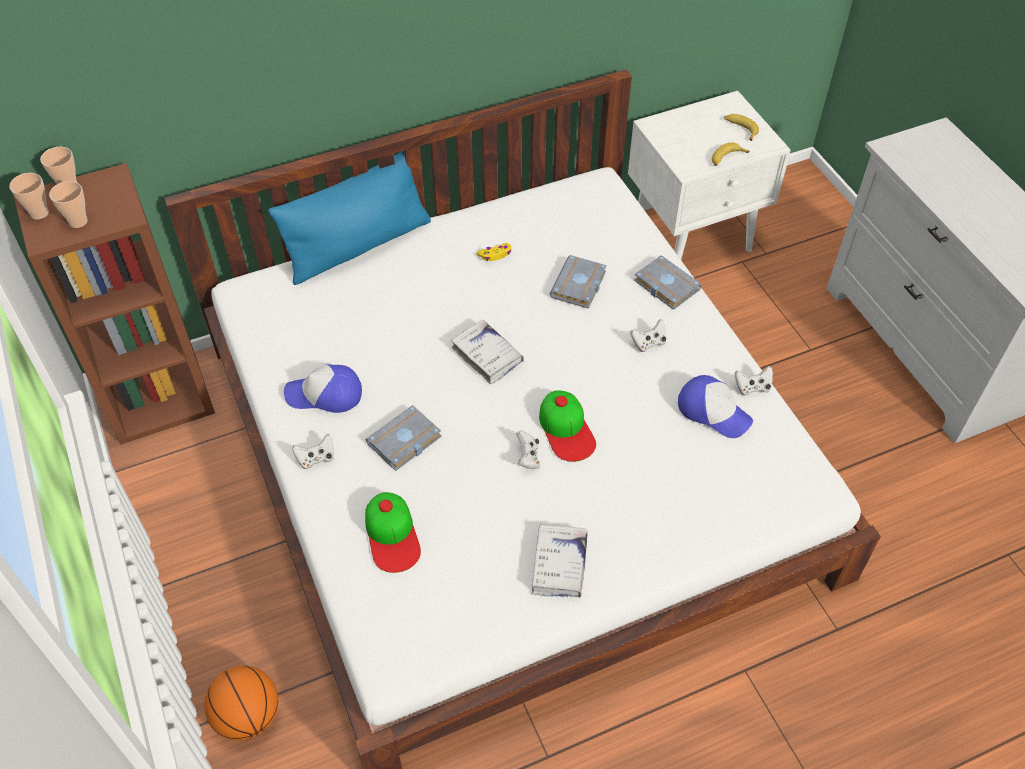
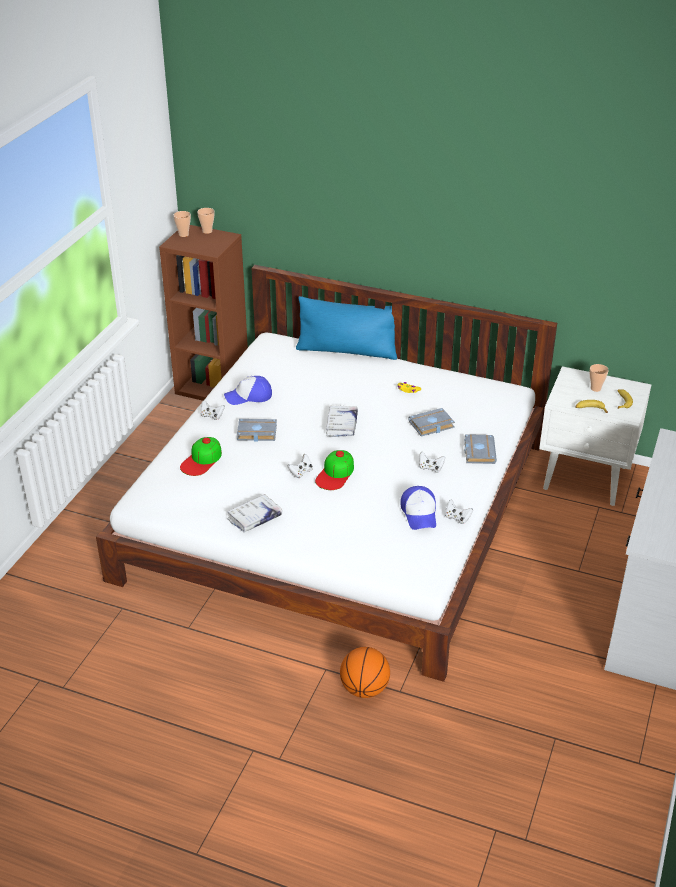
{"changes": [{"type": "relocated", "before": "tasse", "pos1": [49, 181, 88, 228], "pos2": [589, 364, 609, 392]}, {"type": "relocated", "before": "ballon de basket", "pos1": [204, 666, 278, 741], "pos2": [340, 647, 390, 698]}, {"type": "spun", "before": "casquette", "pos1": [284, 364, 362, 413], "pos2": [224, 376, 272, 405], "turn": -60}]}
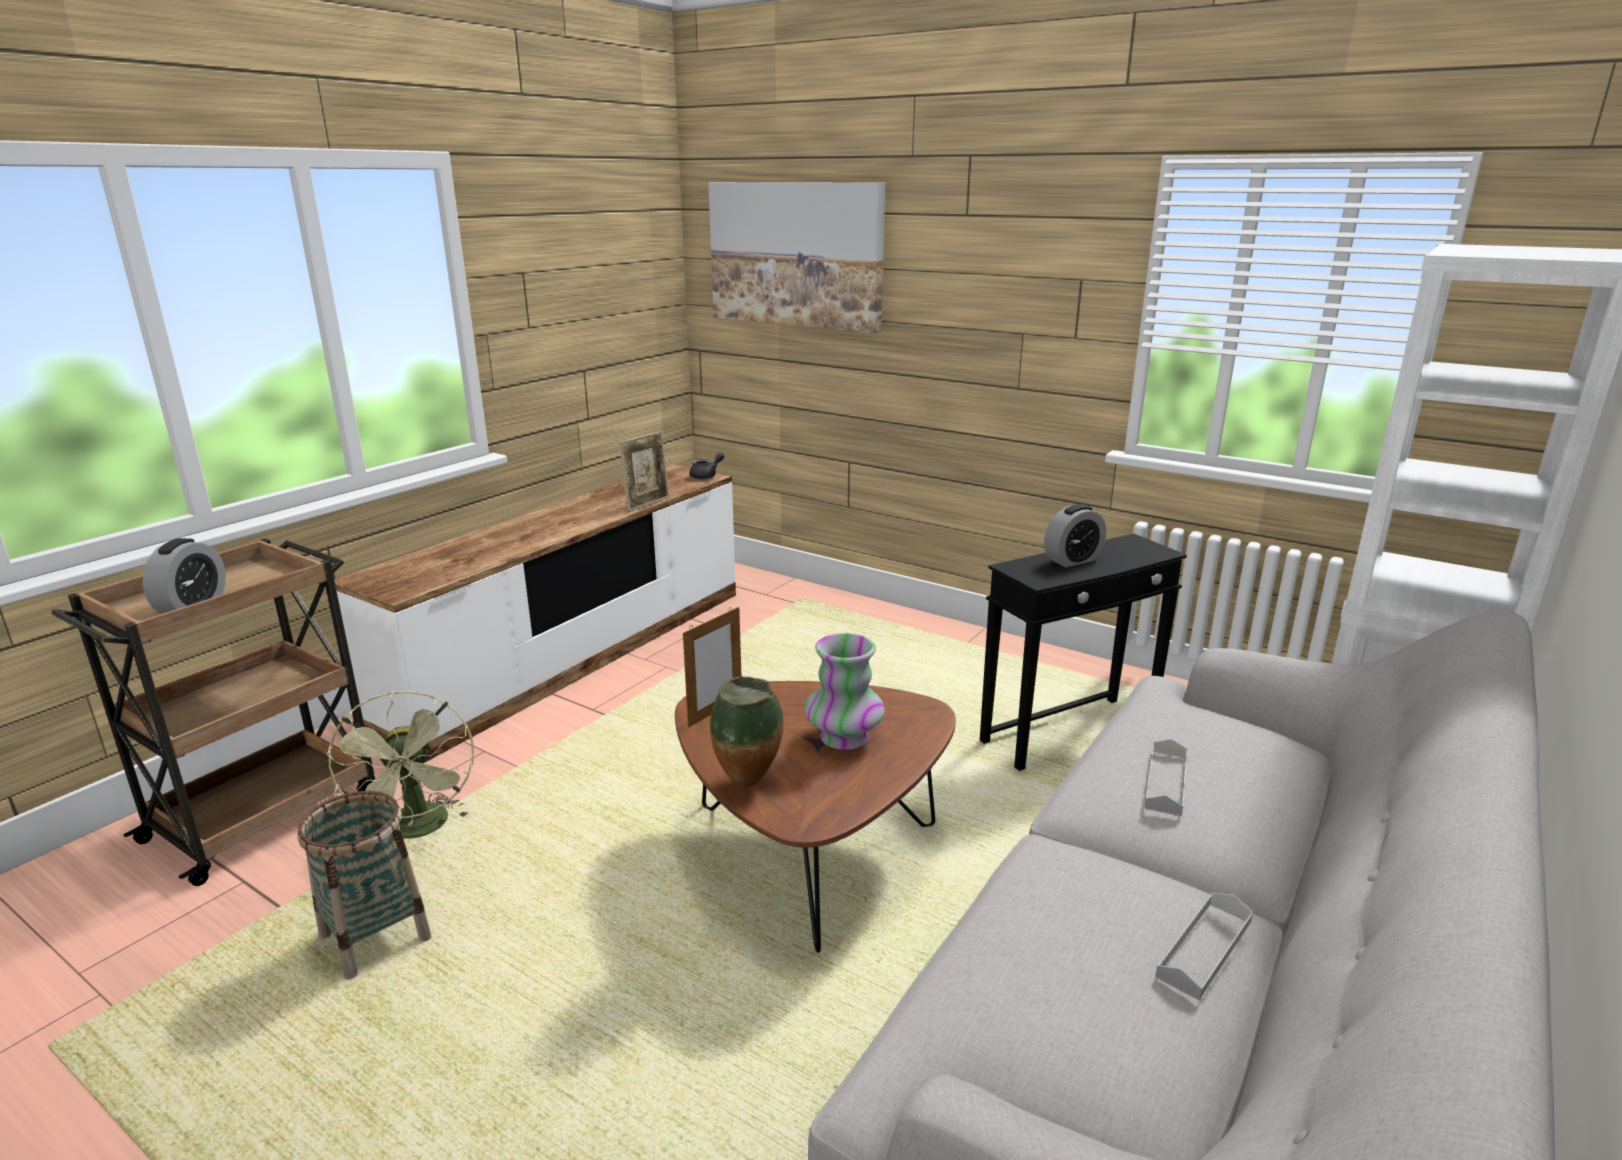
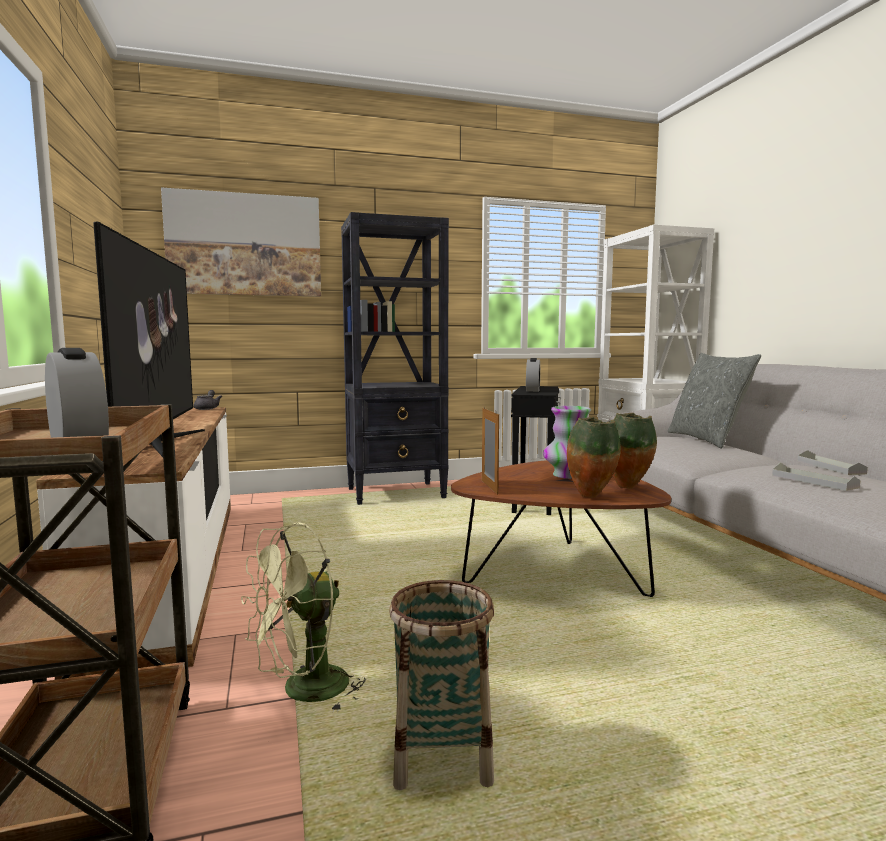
{"changes": [{"type": "spun", "before": "ventilateur (vert)", "pos1": [327, 691, 474, 839], "pos2": [241, 522, 366, 713], "turn": 120}, {"type": "missing", "before": "cadre photo", "pos1": [619, 431, 669, 512]}, {"type": "relocated", "before": "plateau (gris)", "pos1": [1144, 739, 1188, 816], "pos2": [772, 463, 860, 491]}, {"type": "appeared", "after": "téléviseur", "pos2": [93, 221, 205, 457]}, {"type": "appeared", "after": "bibliothèque (noir)", "pos2": [341, 212, 449, 505]}, {"type": "appeared", "after": "vase", "pos2": [613, 413, 657, 489]}, {"type": "appeared", "after": "coussin (gris)", "pos2": [668, 353, 761, 449]}]}
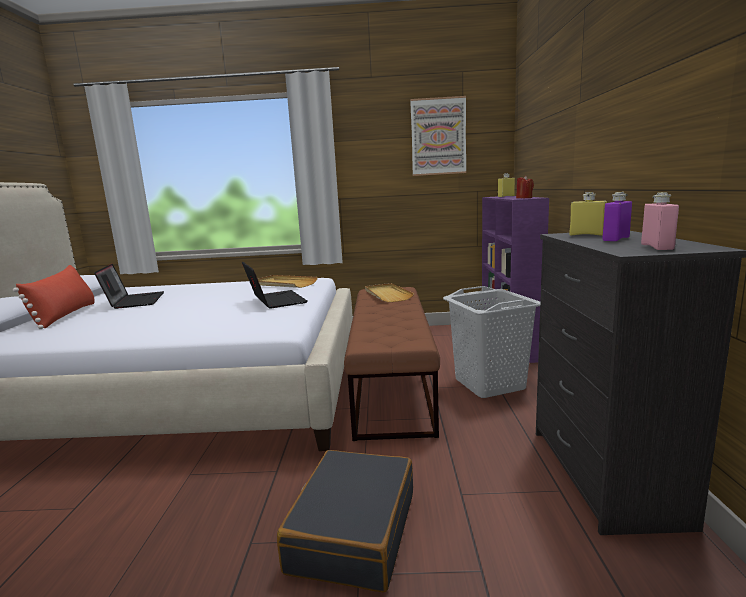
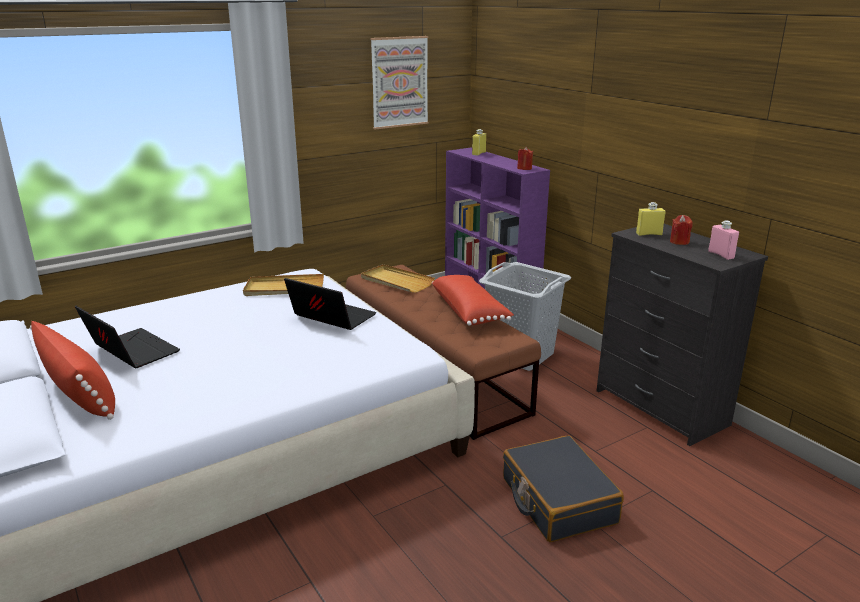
{"changes": [{"type": "exchanged", "before": "bouteille (violet)", "after": "bougie (rouge)", "pos1": [603, 192, 632, 241], "pos2": [670, 215, 693, 245]}, {"type": "appeared", "after": "coussin (rouge)", "pos2": [432, 275, 514, 326]}]}
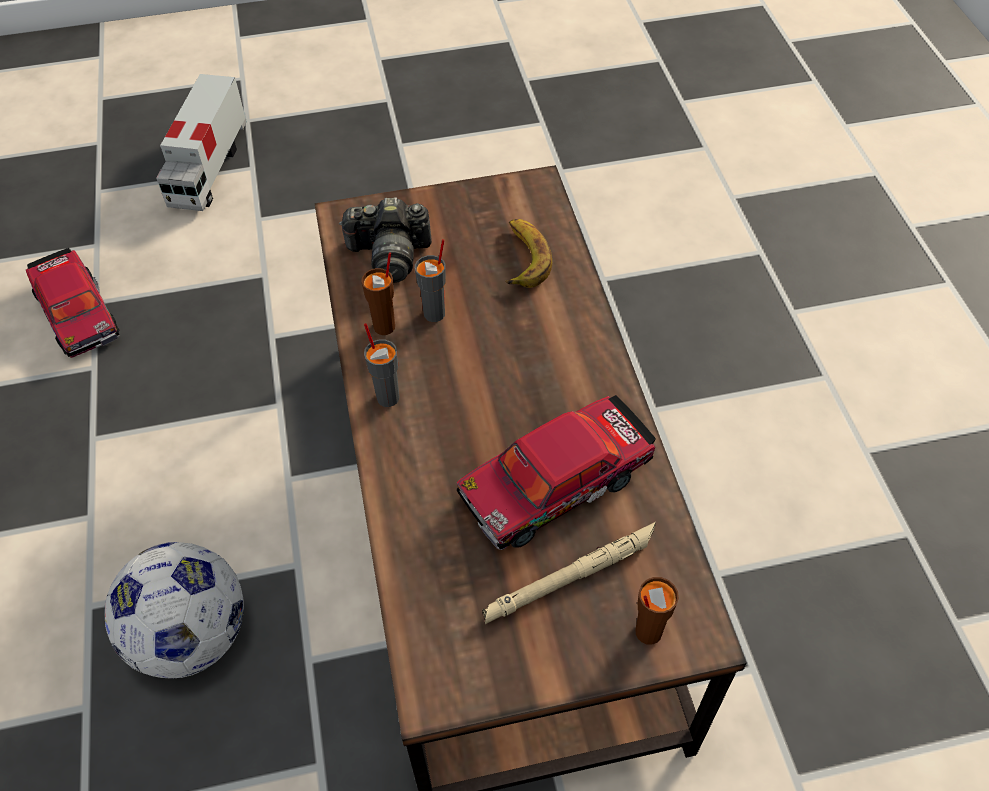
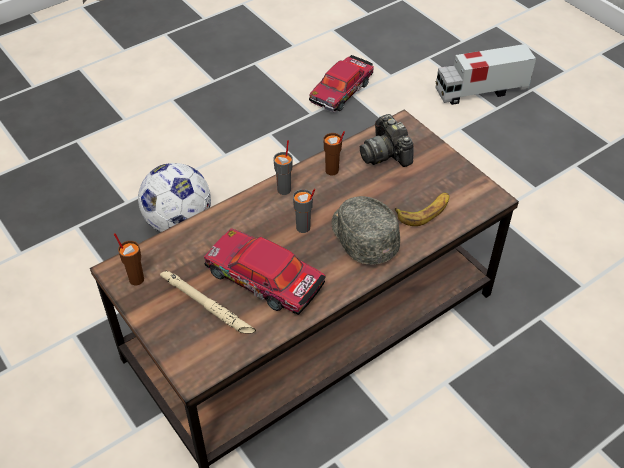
{"changes": [{"type": "relocated", "before": "tasse (gris)", "pos1": [415, 239, 446, 322], "pos2": [293, 188, 315, 233]}, {"type": "relocated", "before": "tasse (marron)", "pos1": [635, 577, 679, 645], "pos2": [114, 233, 144, 285]}, {"type": "appeared", "after": "casquette (gris)", "pos2": [332, 196, 400, 265]}]}
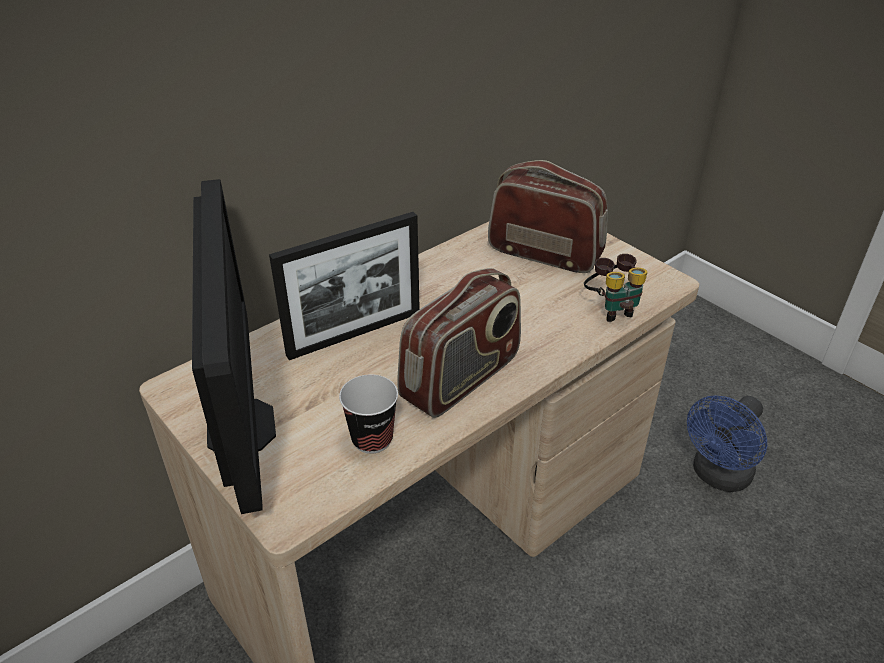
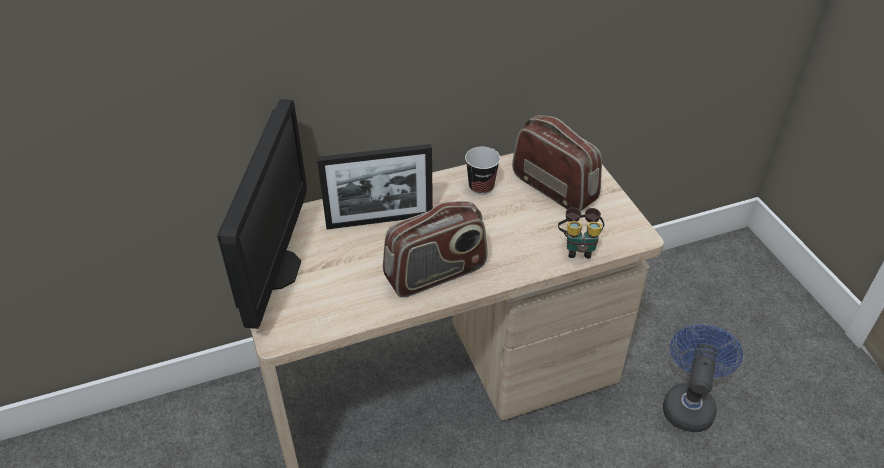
{"changes": [{"type": "relocated", "before": "tasse", "pos1": [339, 375, 398, 454], "pos2": [465, 147, 500, 195]}, {"type": "spun", "before": "ventilateur (bleu)", "pos1": [687, 395, 767, 492], "pos2": [663, 324, 743, 432], "turn": 135}]}
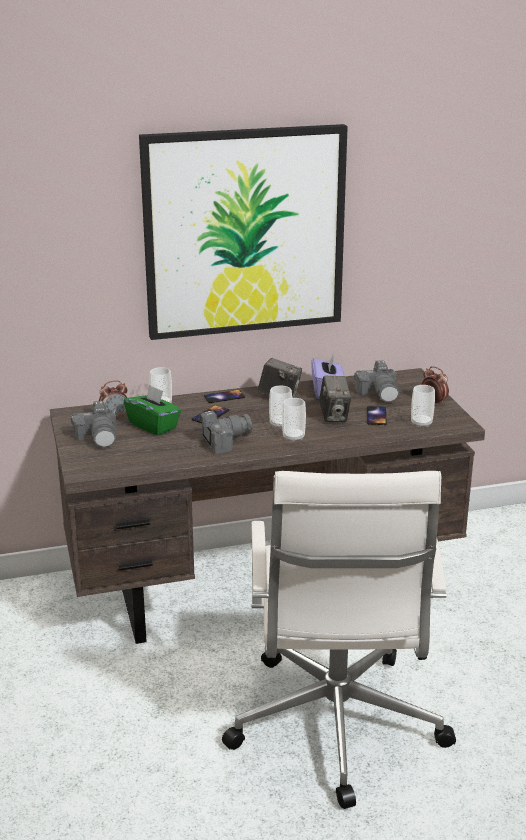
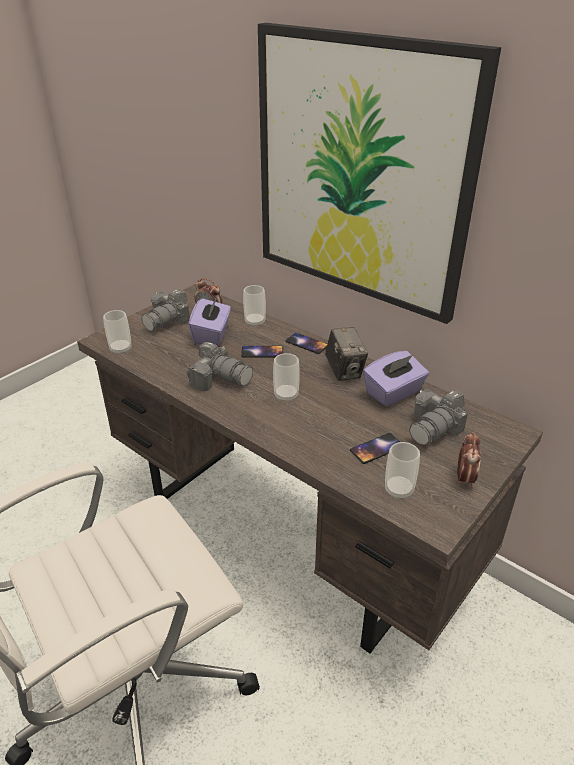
{"changes": [{"type": "colour", "before": "boîte à mouchoirs (vert)", "after": "boîte à mouchoirs (violet)", "pos1": [124, 385, 181, 436], "pos2": [188, 297, 231, 346]}, {"type": "relocated", "before": "tasse", "pos1": [282, 398, 306, 442], "pos2": [103, 310, 131, 355]}, {"type": "missing", "before": "appareil photo", "pos1": [319, 375, 351, 422]}]}
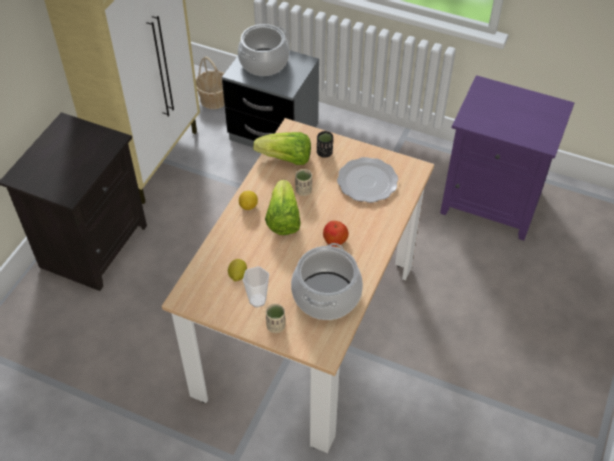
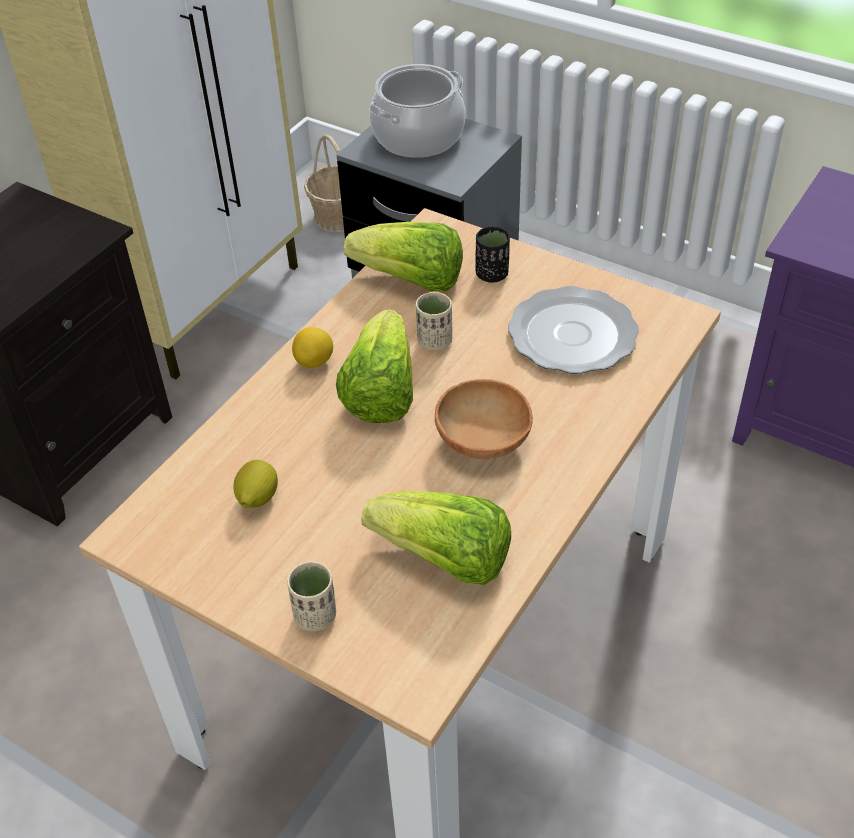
{"changes": [{"type": "missing", "before": "tasse", "pos1": [243, 266, 269, 308]}, {"type": "exchanged", "before": "marmite", "after": "laitue", "pos1": [291, 243, 363, 320], "pos2": [361, 491, 511, 585]}, {"type": "exchanged", "before": "pomme", "after": "bol (marron)", "pos1": [323, 221, 349, 247], "pos2": [435, 379, 533, 459]}]}
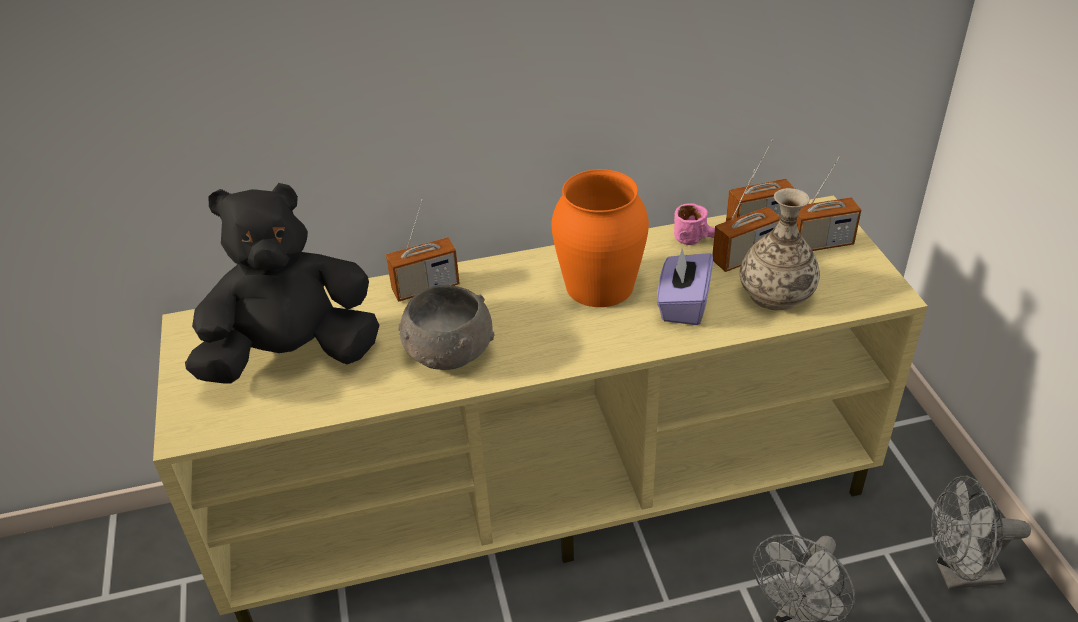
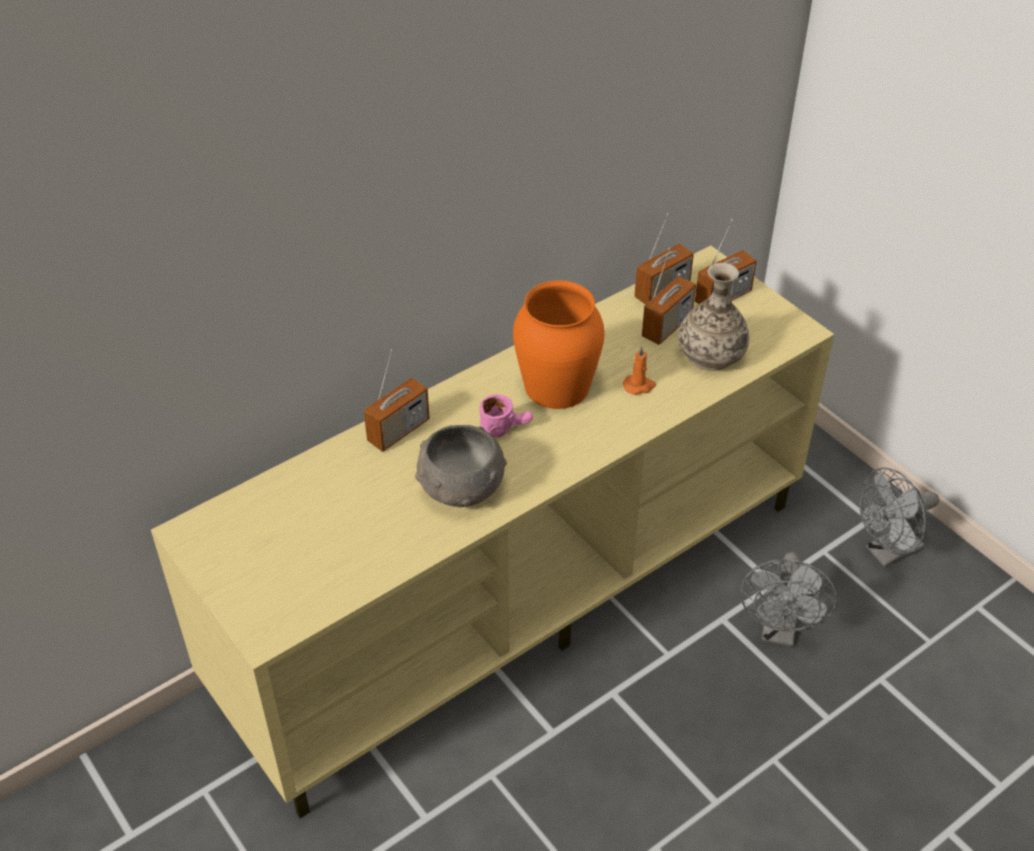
{"changes": [{"type": "missing", "before": "peluche (noir)", "pos1": [185, 183, 379, 384]}, {"type": "exchanged", "before": "boîte à mouchoirs (violet)", "after": "bougie (orange)", "pos1": [657, 249, 713, 325], "pos2": [623, 346, 656, 395]}, {"type": "relocated", "before": "mug (rose)", "pos1": [674, 203, 715, 245], "pos2": [479, 394, 533, 437]}]}
